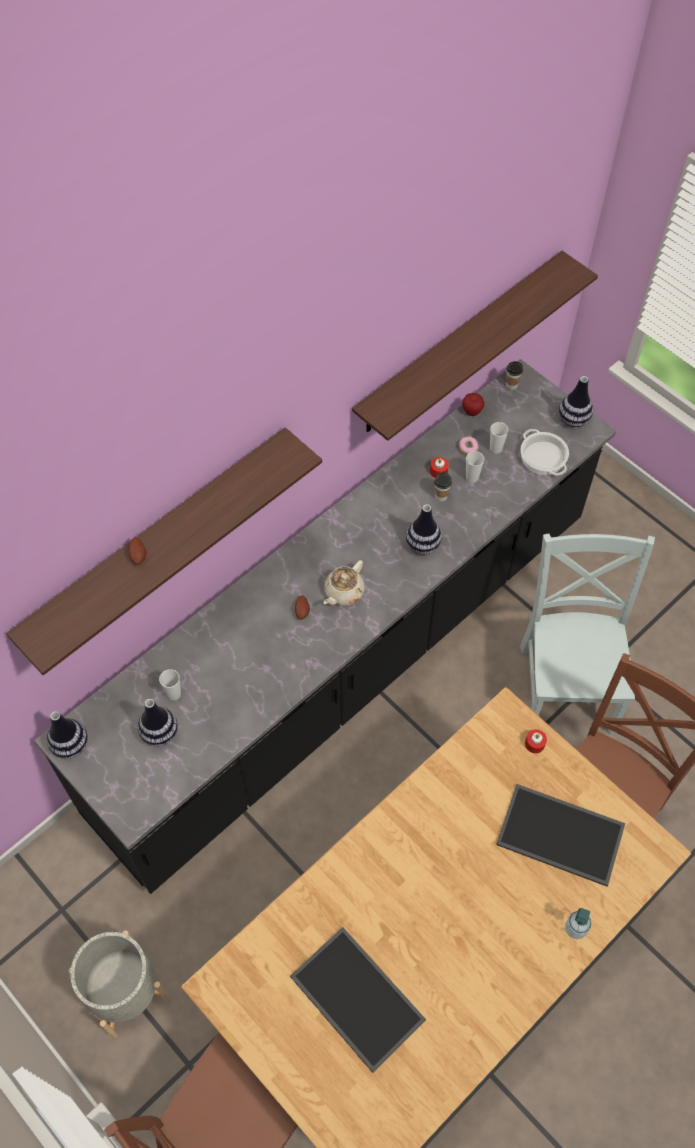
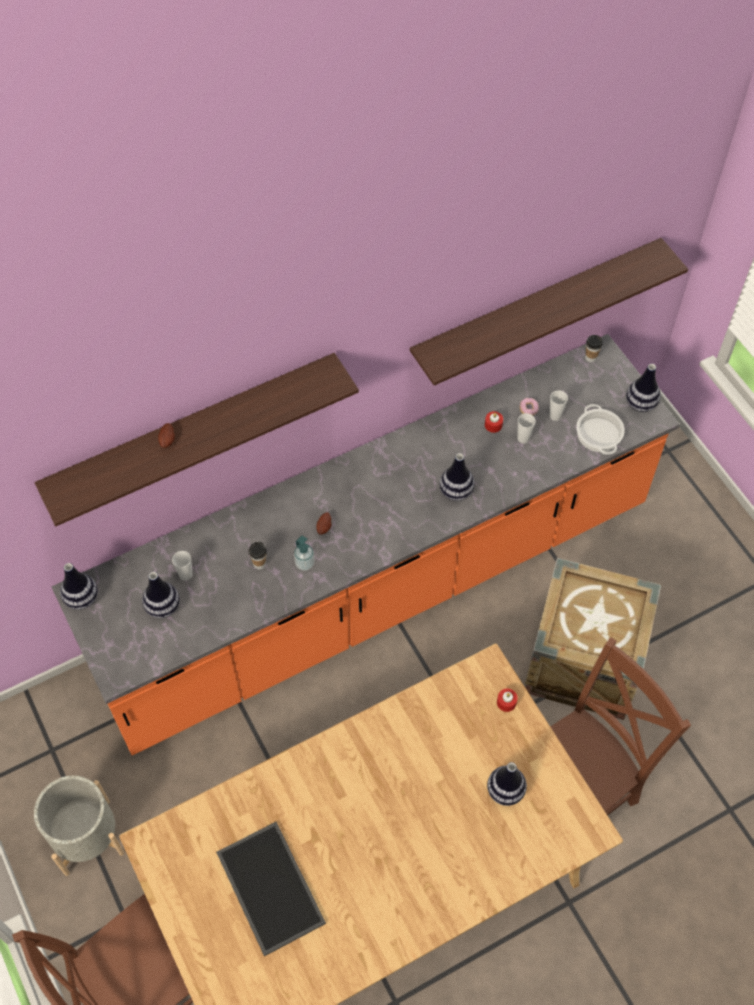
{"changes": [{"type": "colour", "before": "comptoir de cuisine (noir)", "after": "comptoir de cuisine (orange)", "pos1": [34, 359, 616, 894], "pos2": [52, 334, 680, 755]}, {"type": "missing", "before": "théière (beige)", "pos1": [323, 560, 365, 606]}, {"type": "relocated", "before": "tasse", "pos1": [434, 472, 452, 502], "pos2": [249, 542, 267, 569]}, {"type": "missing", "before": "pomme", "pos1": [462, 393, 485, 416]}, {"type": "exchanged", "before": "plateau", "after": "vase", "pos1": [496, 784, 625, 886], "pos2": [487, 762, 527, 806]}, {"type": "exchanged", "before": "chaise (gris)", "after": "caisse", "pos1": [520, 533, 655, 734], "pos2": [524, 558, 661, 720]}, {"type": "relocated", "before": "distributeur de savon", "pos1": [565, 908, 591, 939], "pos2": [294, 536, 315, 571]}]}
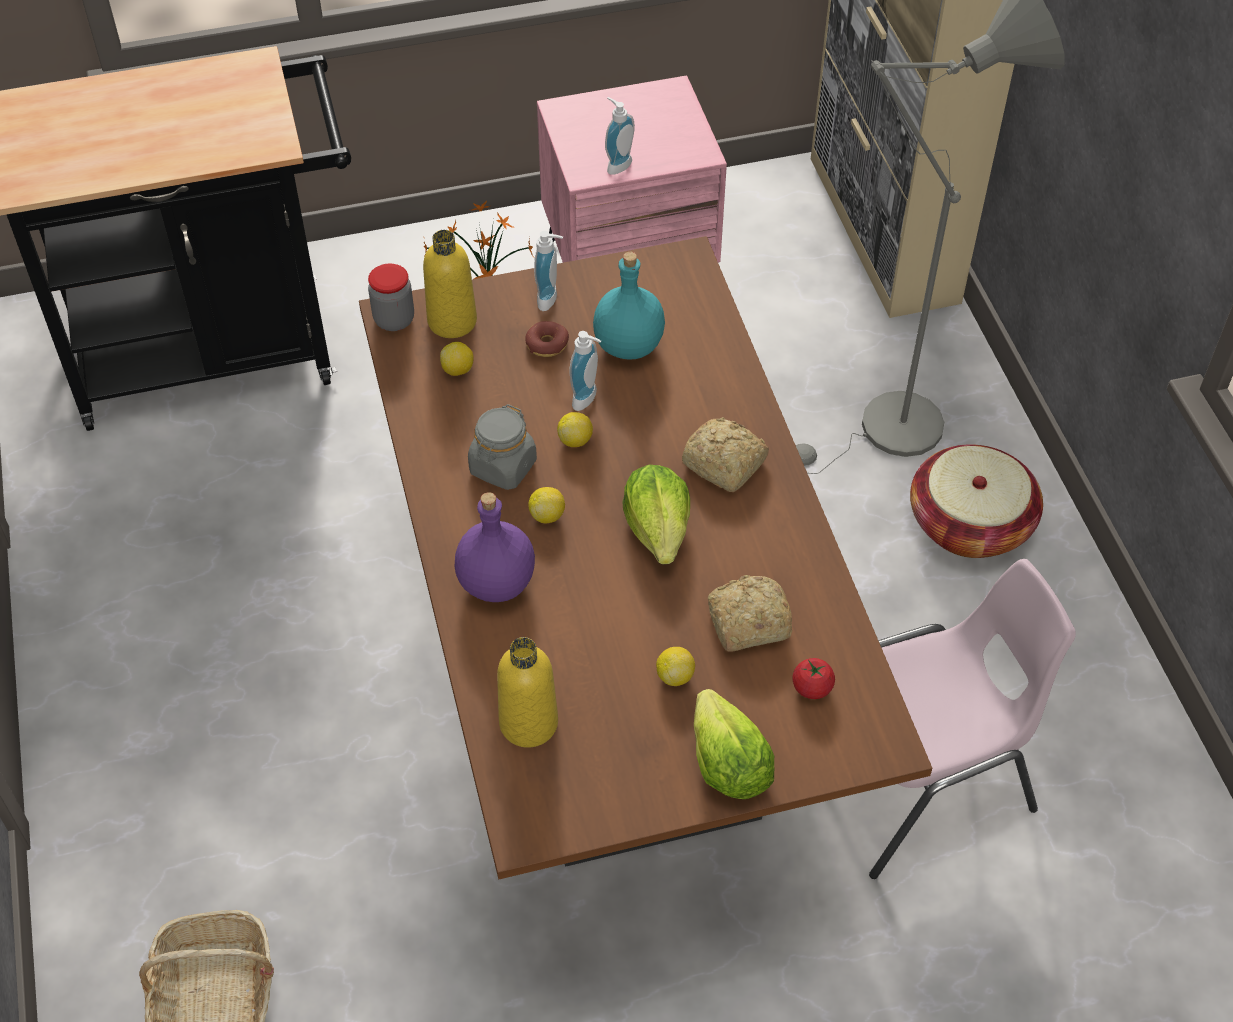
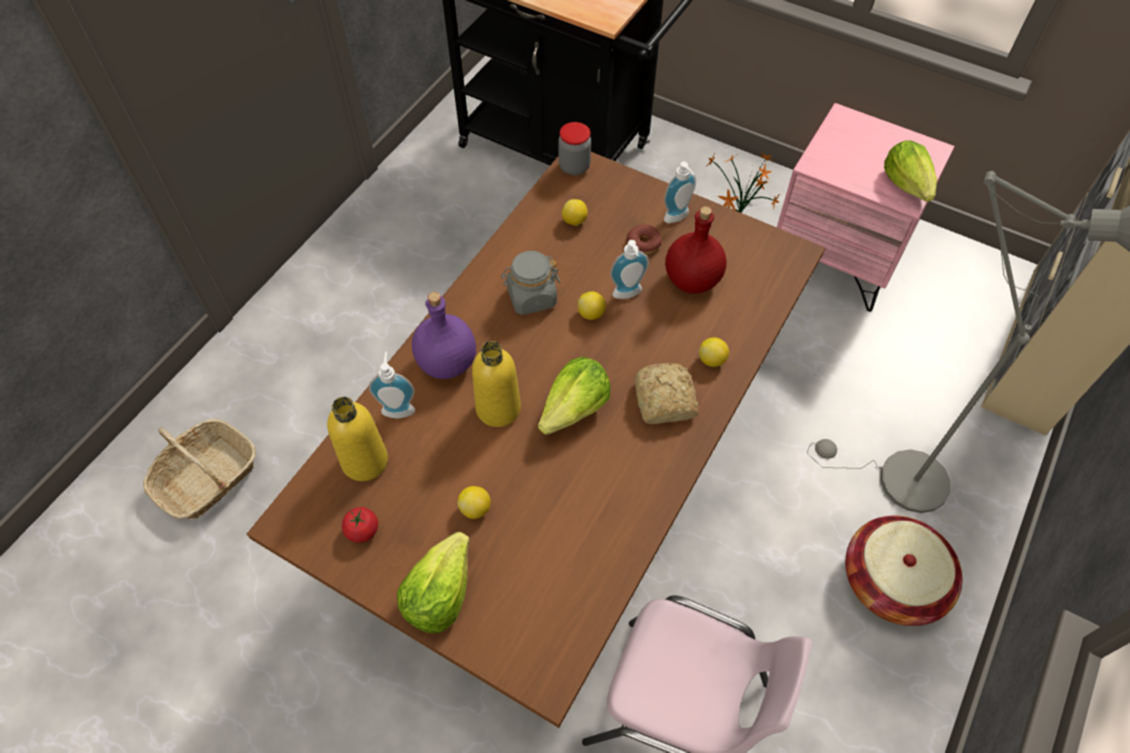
{"changes": [{"type": "relocated", "before": "bouteille (jaune)", "pos1": [423, 230, 477, 338], "pos2": [472, 341, 521, 427]}, {"type": "relocated", "before": "citron", "pos1": [528, 487, 565, 523], "pos2": [699, 337, 729, 367]}, {"type": "colour", "before": "bouteille (turquoise)", "after": "bouteille (rouge)", "pos1": [593, 252, 665, 360], "pos2": [665, 206, 727, 294]}, {"type": "relocated", "before": "distributeur de savon", "pos1": [605, 97, 635, 175], "pos2": [369, 352, 415, 419]}, {"type": "missing", "before": "pain", "pos1": [708, 575, 792, 652]}, {"type": "relocated", "before": "tomate", "pos1": [792, 658, 835, 699], "pos2": [342, 507, 378, 543]}, {"type": "appeared", "after": "laitue", "pos2": [884, 140, 937, 202]}]}
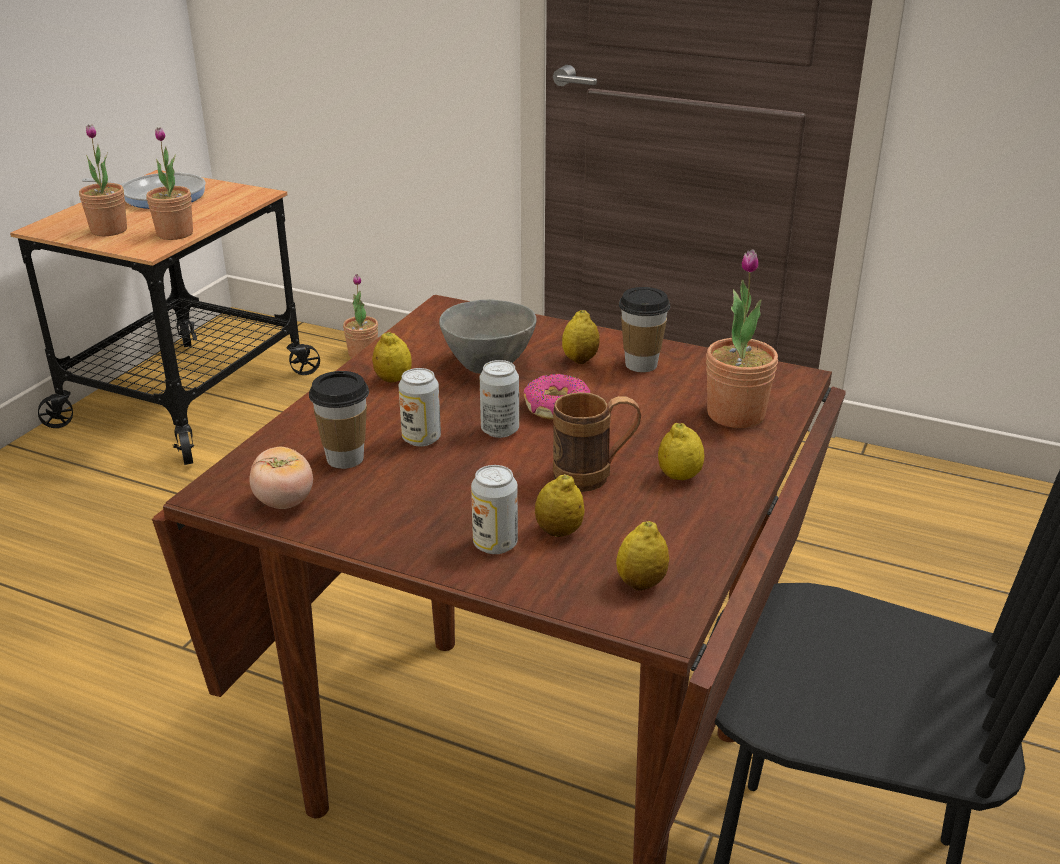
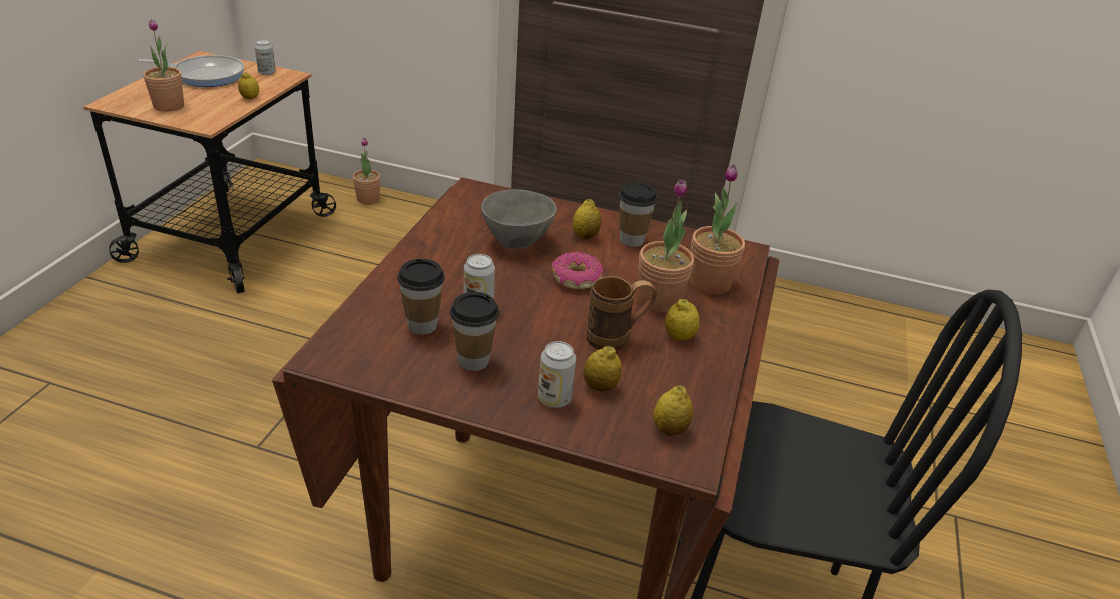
{"changes": [{"type": "relocated", "before": "plante en pot", "pos1": [146, 127, 193, 240], "pos2": [638, 179, 694, 313]}, {"type": "missing", "before": "tomate", "pos1": [249, 447, 313, 509]}, {"type": "relocated", "before": "citron", "pos1": [372, 332, 412, 383], "pos2": [238, 72, 259, 99]}, {"type": "relocated", "before": "boîte métallique", "pos1": [480, 360, 519, 438], "pos2": [254, 40, 276, 75]}, {"type": "appeared", "after": "tasse", "pos2": [450, 292, 499, 371]}]}
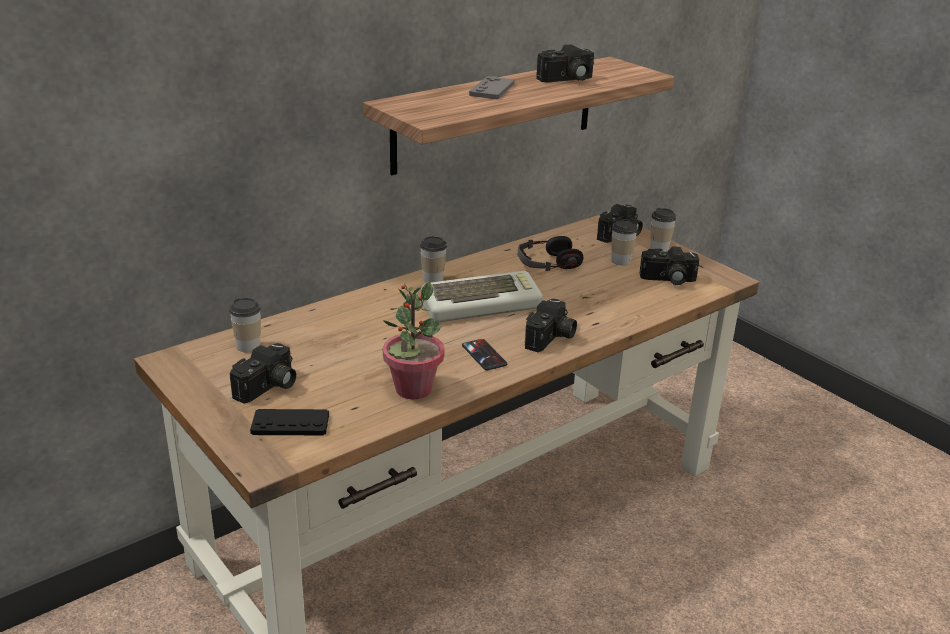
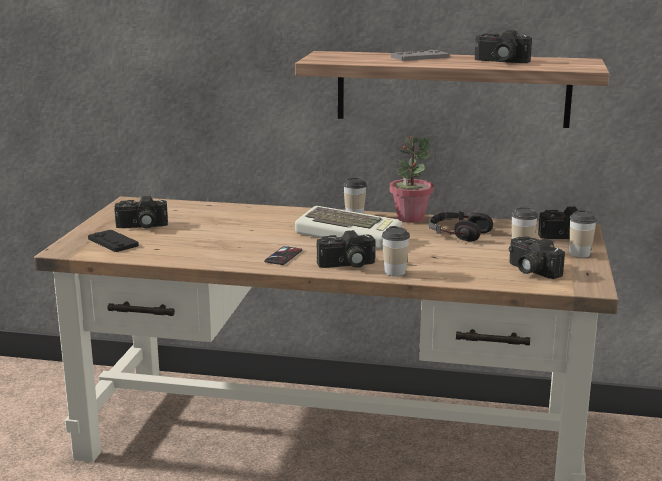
{"changes": [{"type": "relocated", "before": "tasse", "pos1": [229, 298, 261, 352], "pos2": [382, 226, 410, 276]}, {"type": "relocated", "before": "plante en pot", "pos1": [383, 282, 445, 399], "pos2": [390, 136, 434, 223]}]}
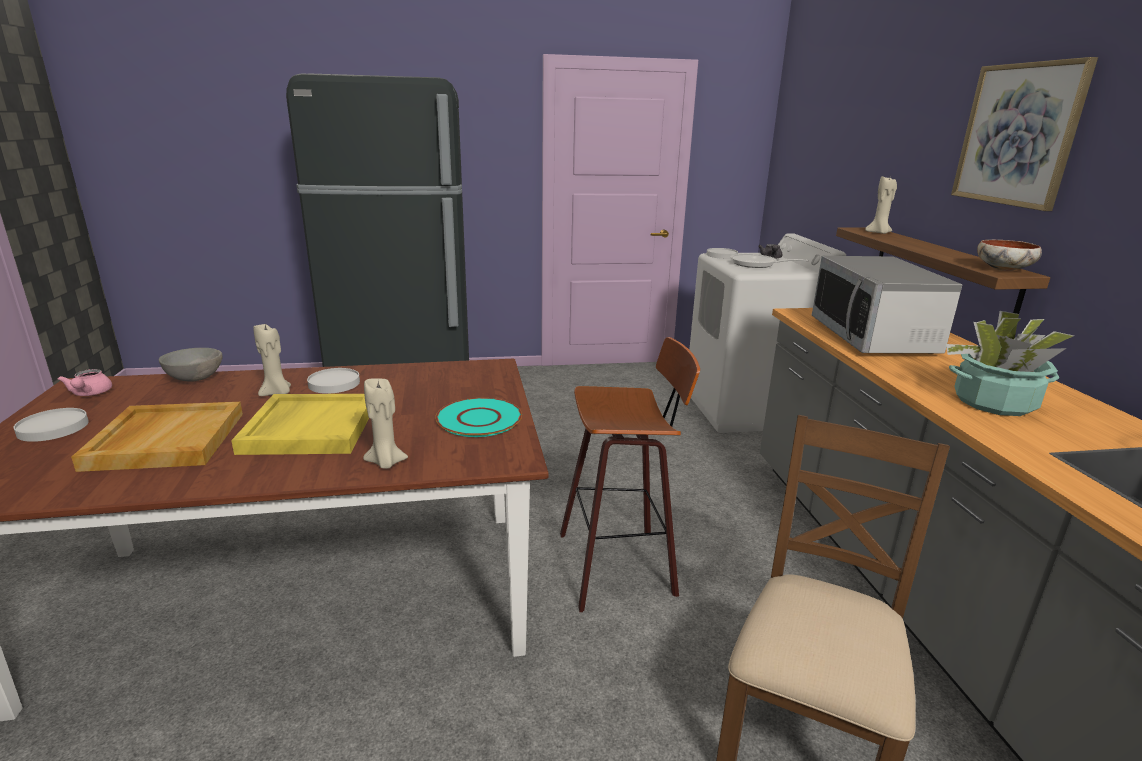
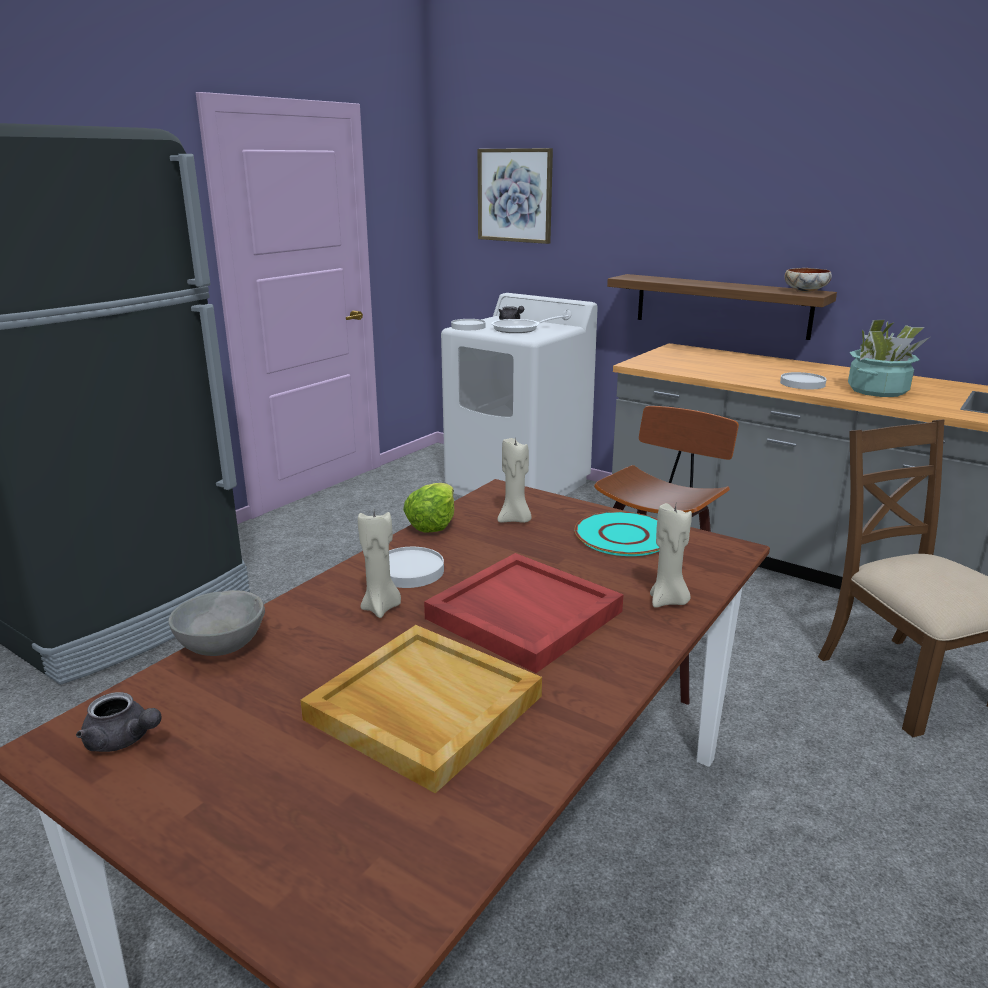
{"changes": [{"type": "relocated", "before": "assiette (blanc)", "pos1": [14, 408, 89, 442], "pos2": [780, 372, 826, 389]}, {"type": "colour", "before": "théière (rose)", "after": "théière (gris)", "pos1": [58, 369, 112, 396], "pos2": [76, 692, 162, 752]}, {"type": "colour", "before": "plateau (jaune)", "after": "plateau (rouge)", "pos1": [231, 394, 369, 455], "pos2": [424, 553, 624, 673]}, {"type": "missing", "before": "micro-ondes", "pos1": [812, 256, 962, 353]}, {"type": "relocated", "before": "bougie (beige)", "pos1": [865, 176, 897, 234], "pos2": [498, 438, 532, 523]}, {"type": "relocated", "before": "tableau", "pos1": [951, 57, 1098, 211], "pos2": [477, 148, 553, 244]}, {"type": "appeared", "after": "laitue", "pos2": [403, 483, 454, 533]}]}
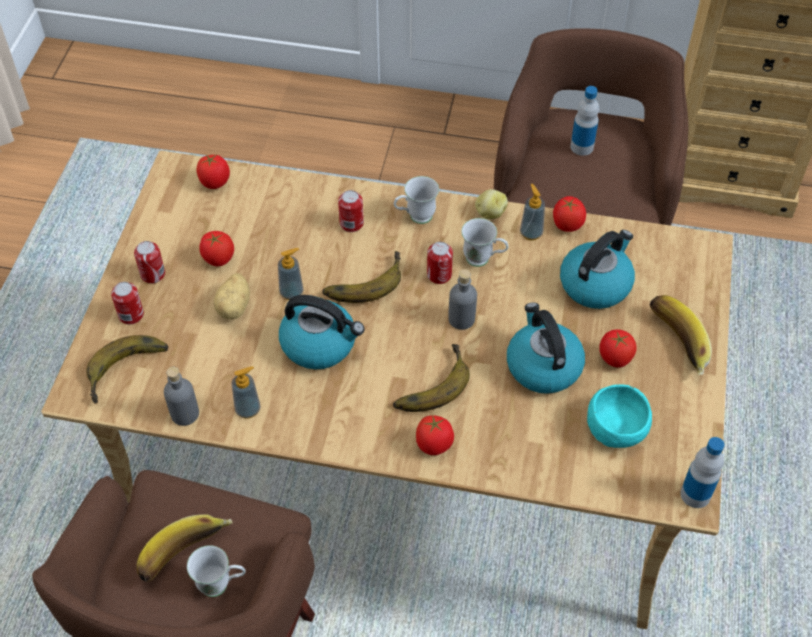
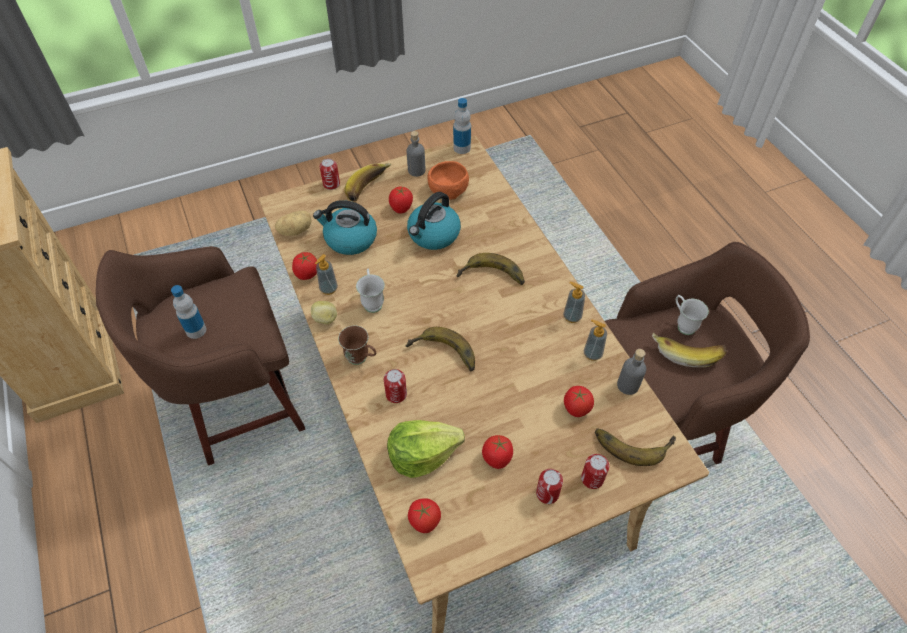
{"changes": [{"type": "relocated", "before": "pomme de terre", "pos1": [214, 273, 250, 320], "pos2": [275, 210, 312, 236]}, {"type": "relocated", "before": "distributeur de savon", "pos1": [278, 248, 304, 300], "pos2": [563, 282, 585, 323]}, {"type": "missing", "before": "bouilloire", "pos1": [279, 295, 365, 369]}, {"type": "colour", "before": "mug (blanc)", "after": "mug (marron)", "pos1": [394, 176, 439, 224], "pos2": [338, 325, 376, 365]}, {"type": "relocated", "before": "tomate", "pos1": [416, 414, 454, 455], "pos2": [564, 386, 594, 417]}, {"type": "relocated", "before": "boîte métallique", "pos1": [427, 242, 453, 284], "pos2": [320, 159, 340, 190]}, {"type": "relocated", "before": "bouteille (gris)", "pos1": [448, 270, 477, 330], "pos2": [406, 131, 425, 177]}, {"type": "colour", "before": "bol (turquoise)", "after": "bol (orange)", "pos1": [587, 384, 652, 448], "pos2": [427, 161, 469, 200]}, {"type": "appeared", "after": "laitue", "pos2": [387, 420, 465, 478]}]}
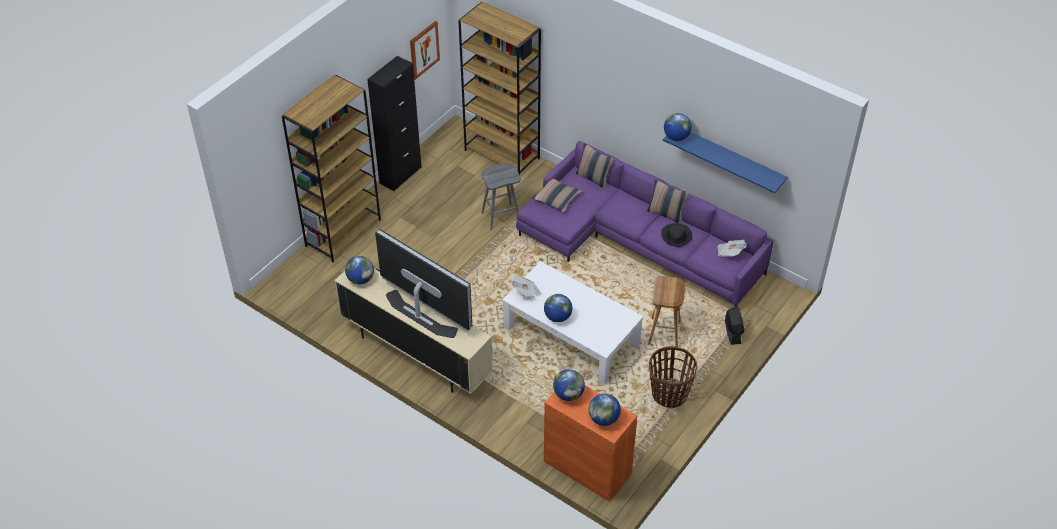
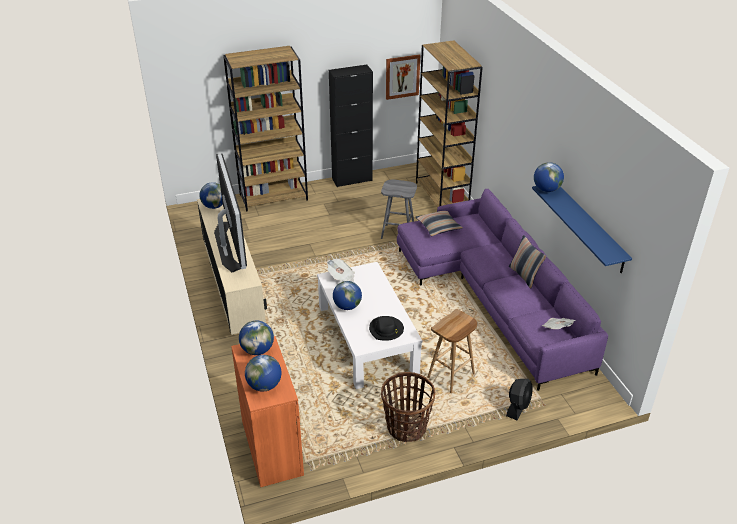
{"changes": [{"type": "missing", "before": "coussin", "pos1": [576, 143, 614, 190]}, {"type": "relocated", "before": "chapeau (noir)", "pos1": [661, 223, 692, 247], "pos2": [369, 316, 404, 341]}]}
